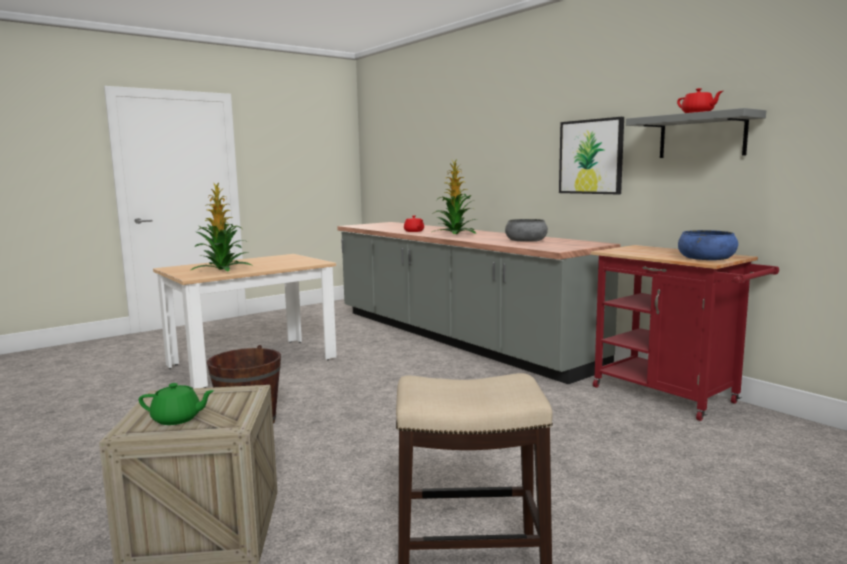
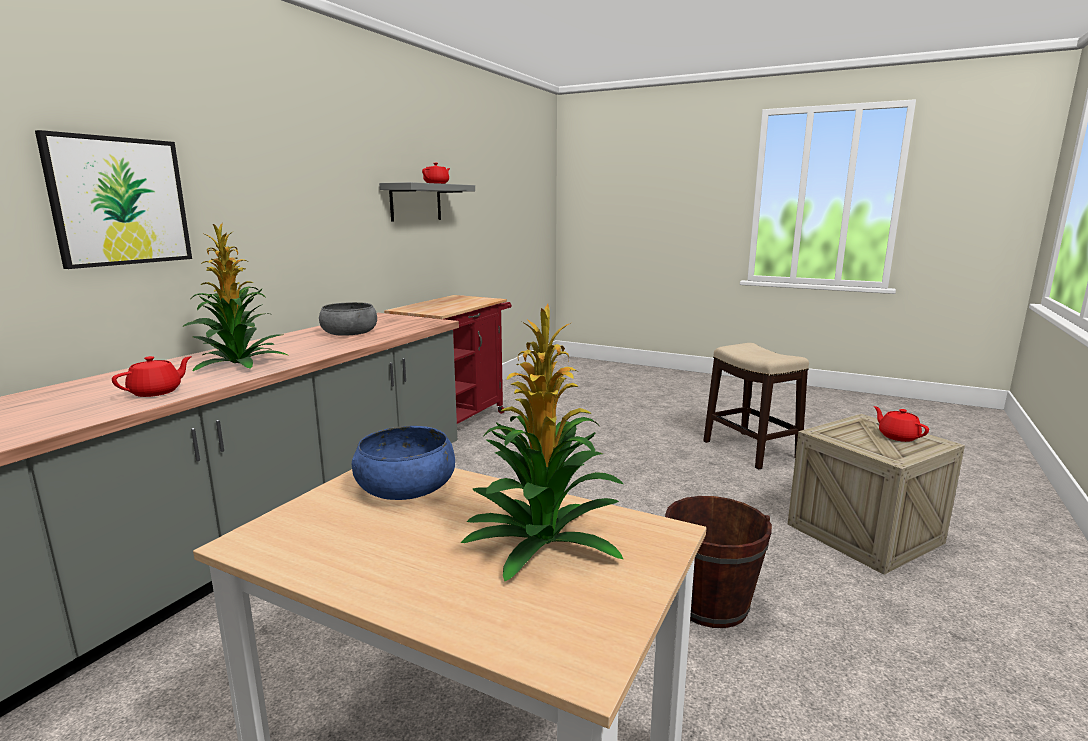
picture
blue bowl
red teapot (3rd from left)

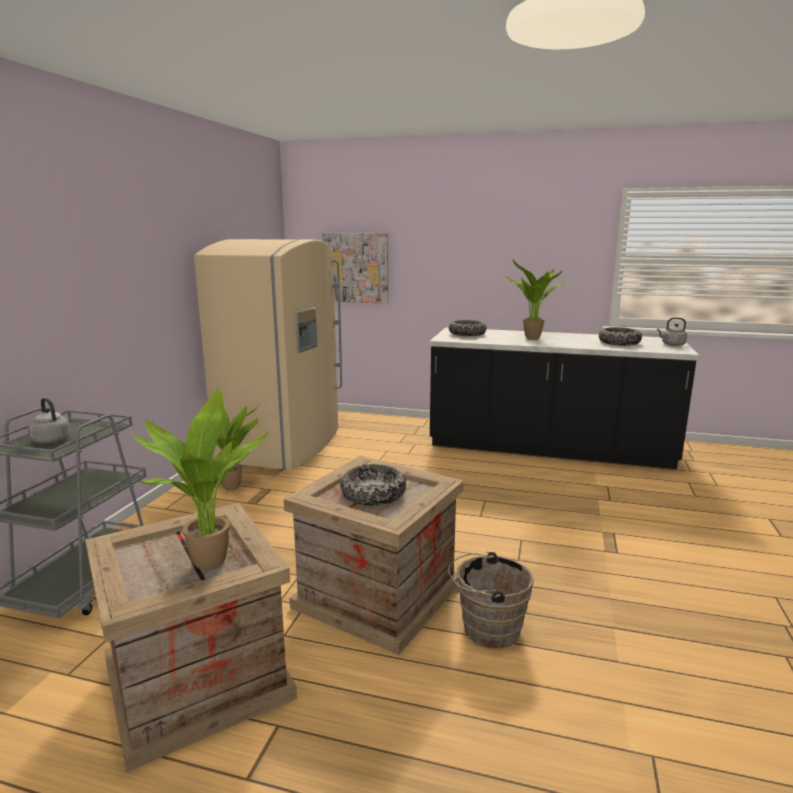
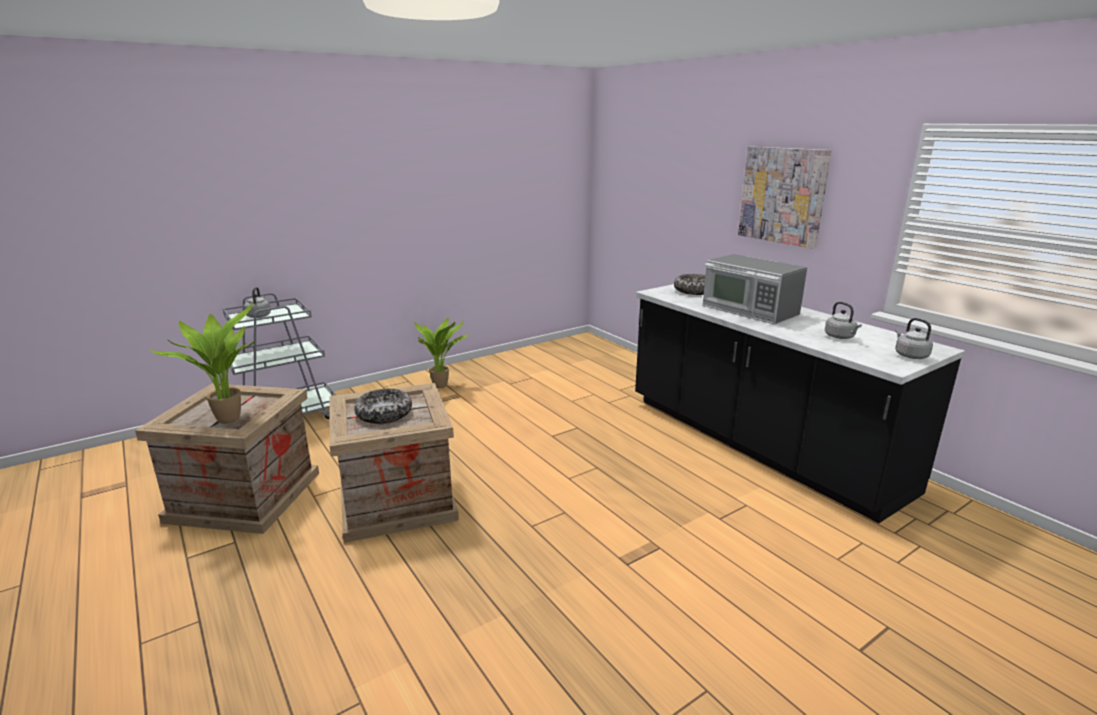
microwave
picture
grey kettle (2nd from left)
beige fridge
brown bucket

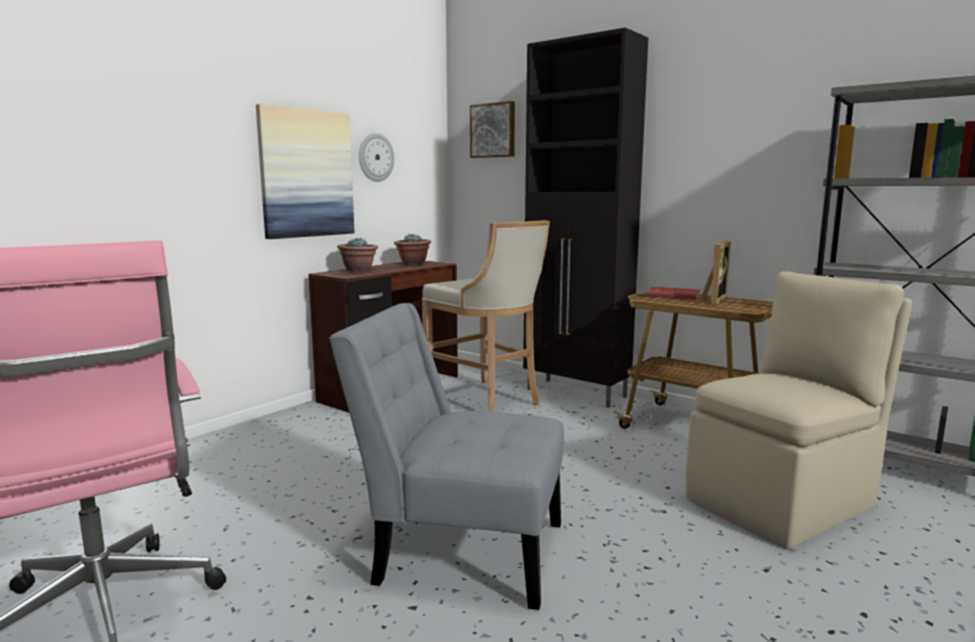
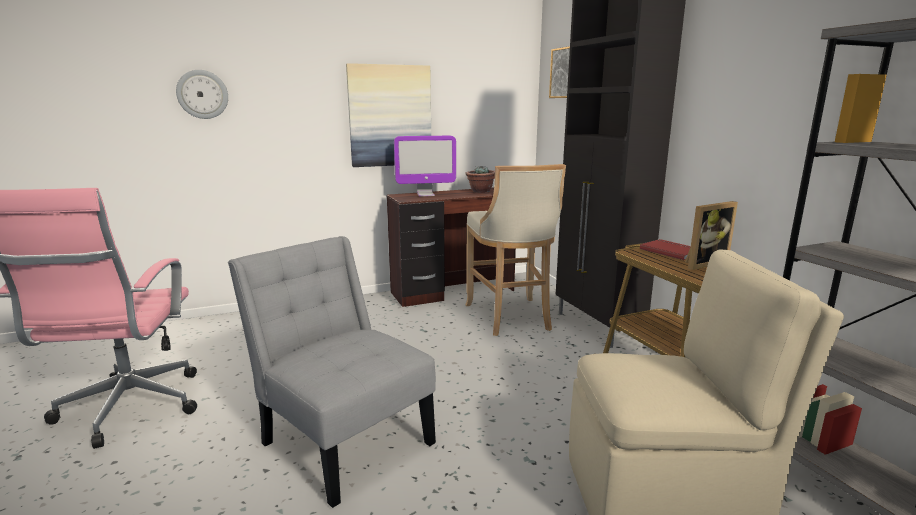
wall clock
monitor

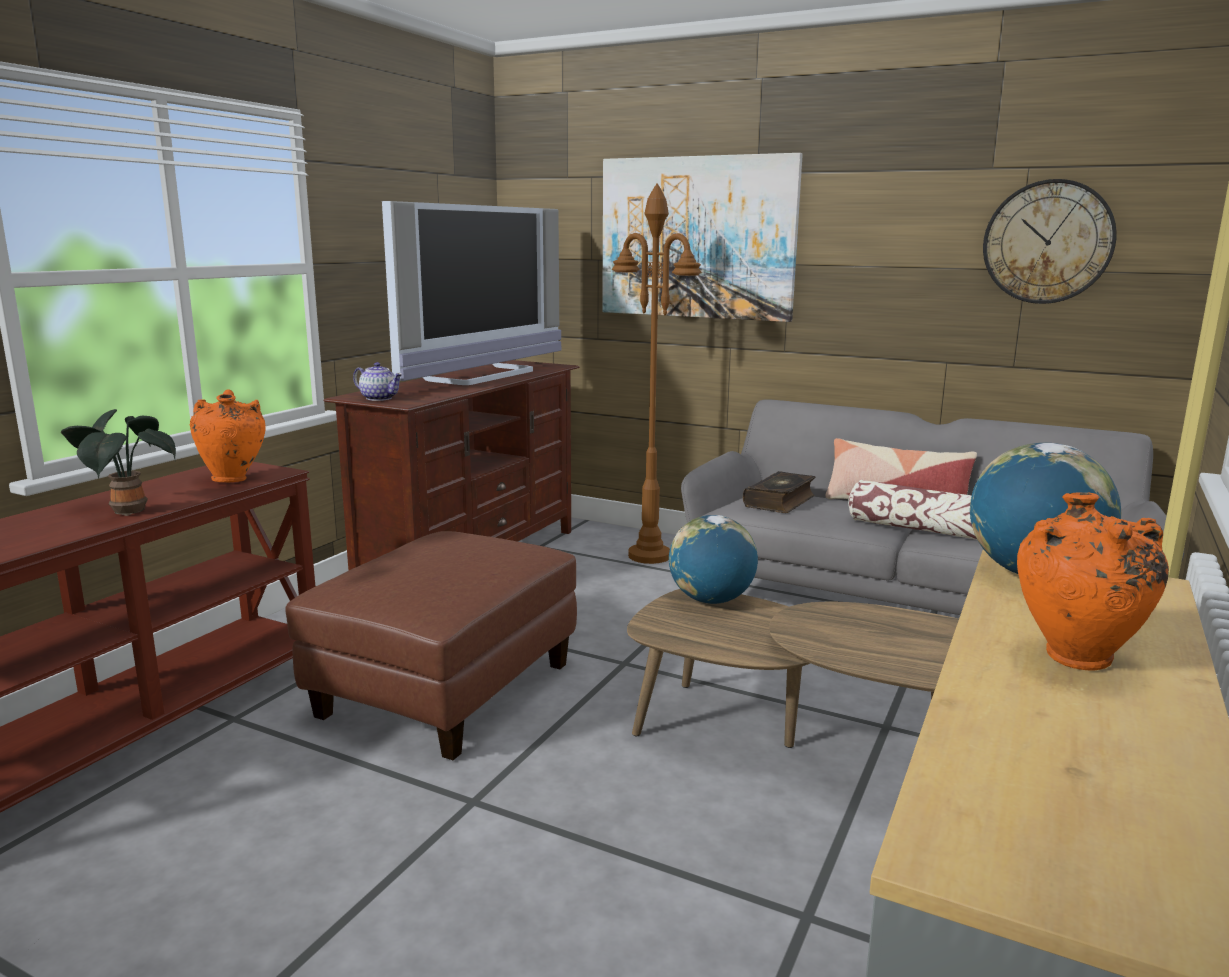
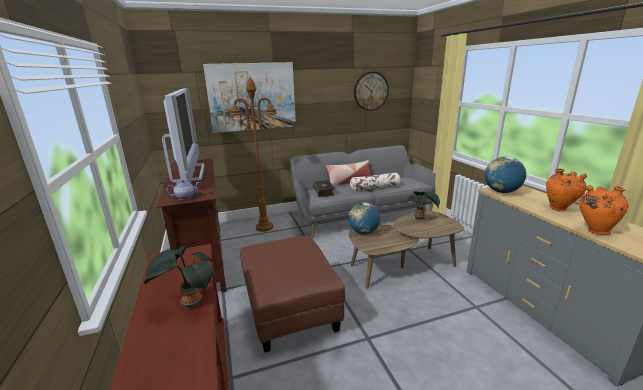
potted plant (2nd from left)
orange vase (2nd from left)

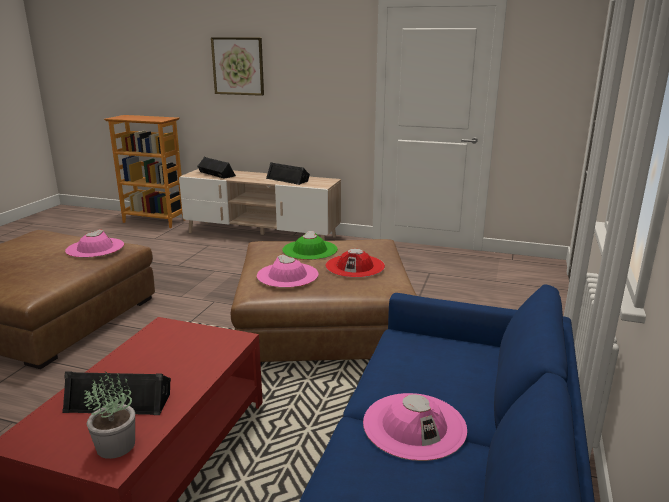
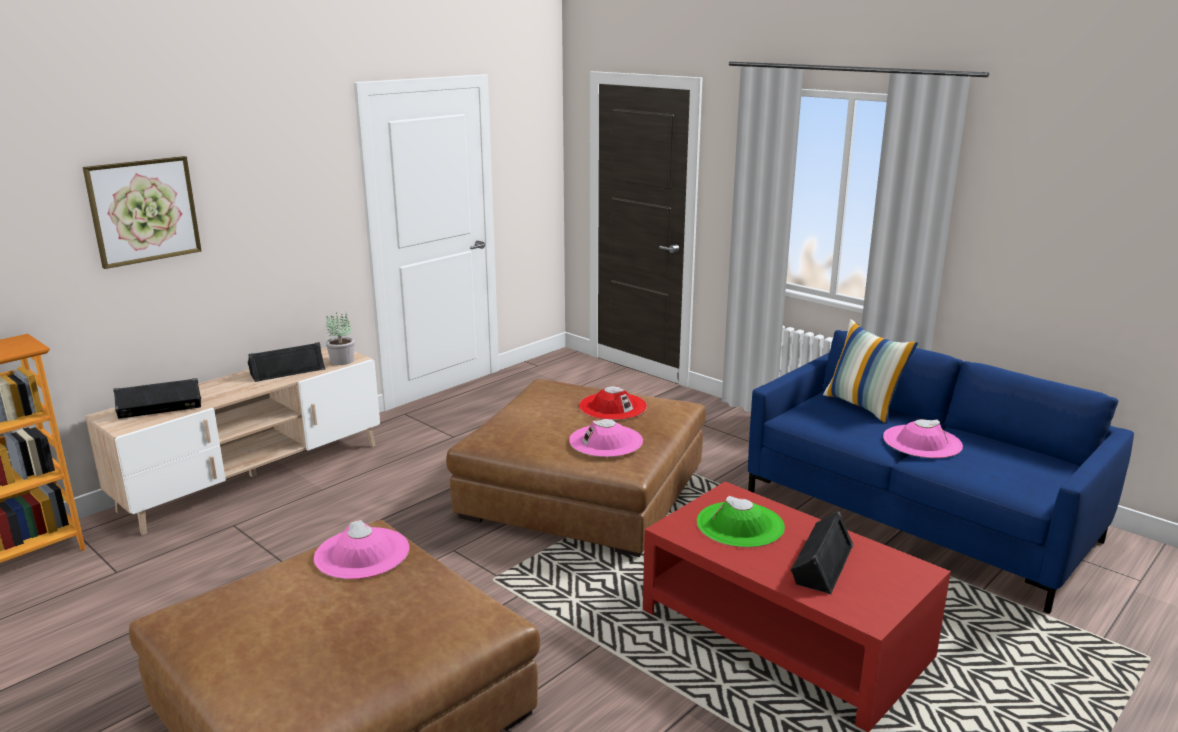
potted plant
green hat
pillow

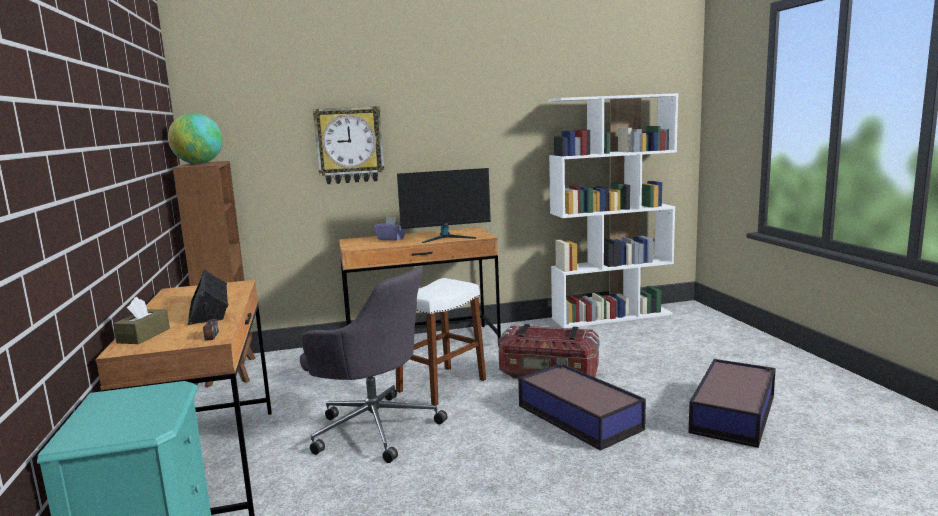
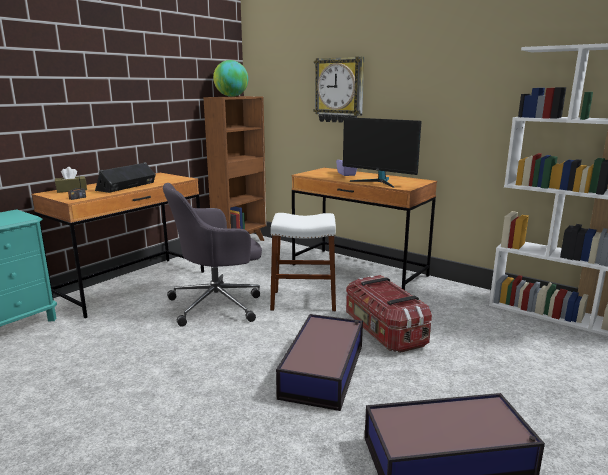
grey office chair

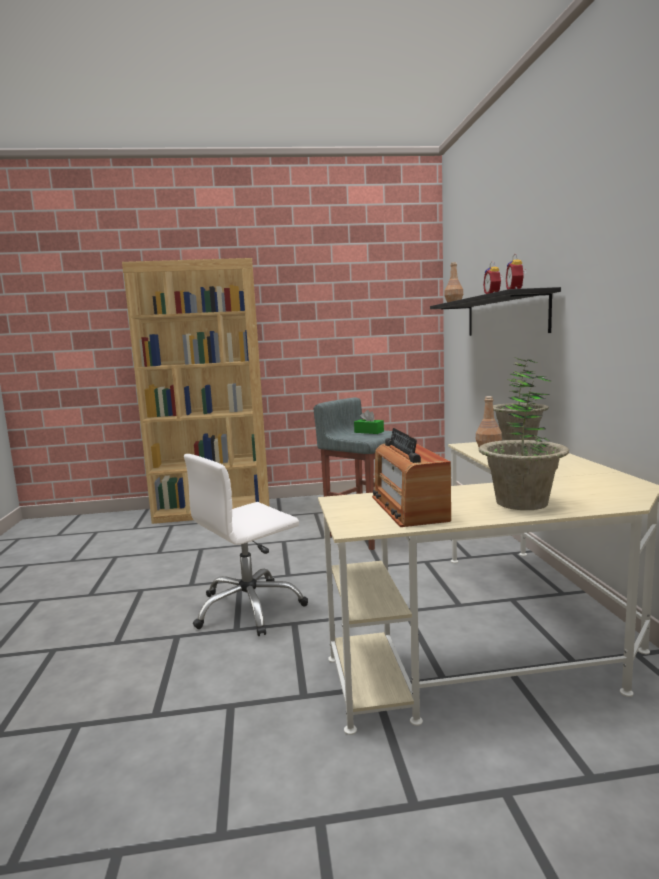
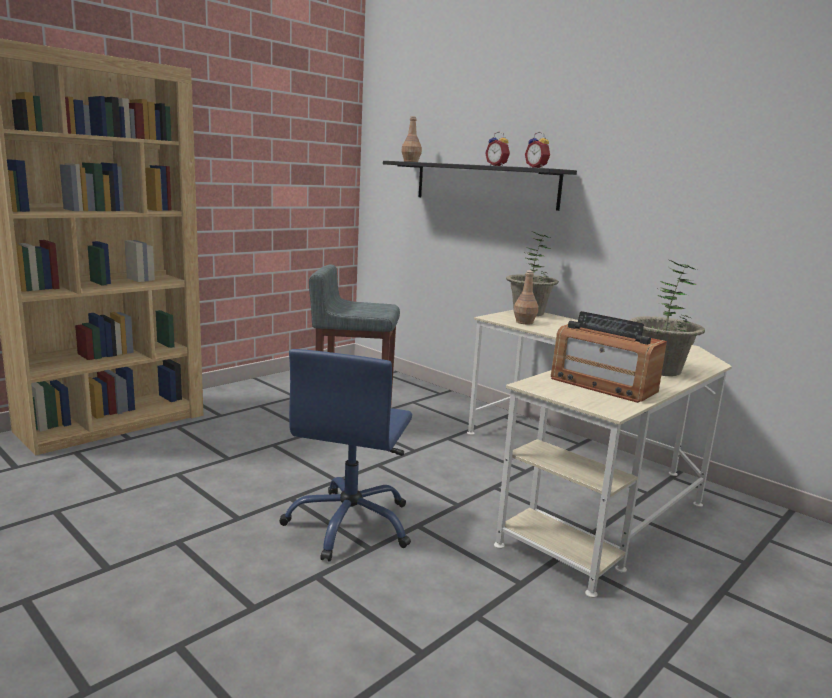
blue office chair
green tissue box

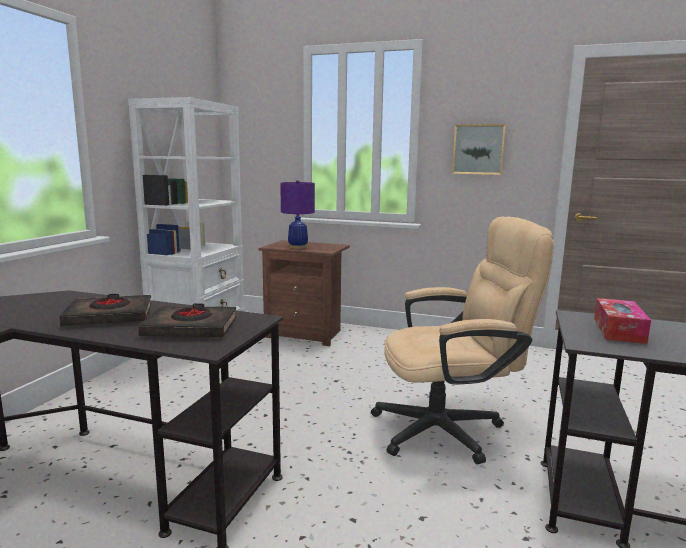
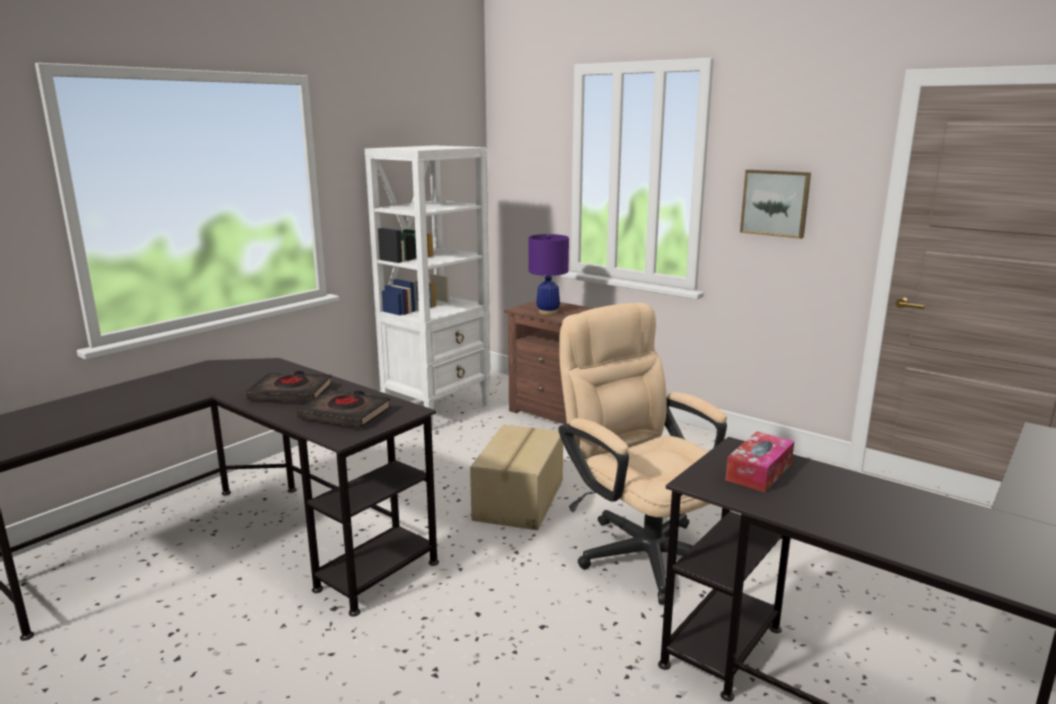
cardboard box
beige office chair

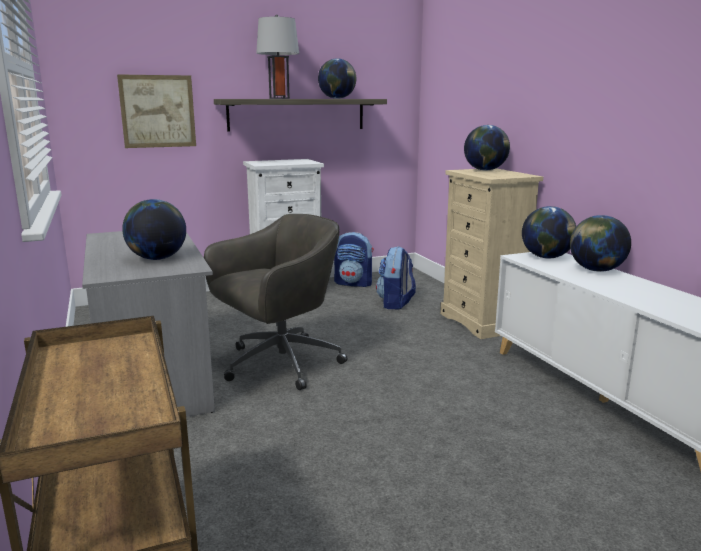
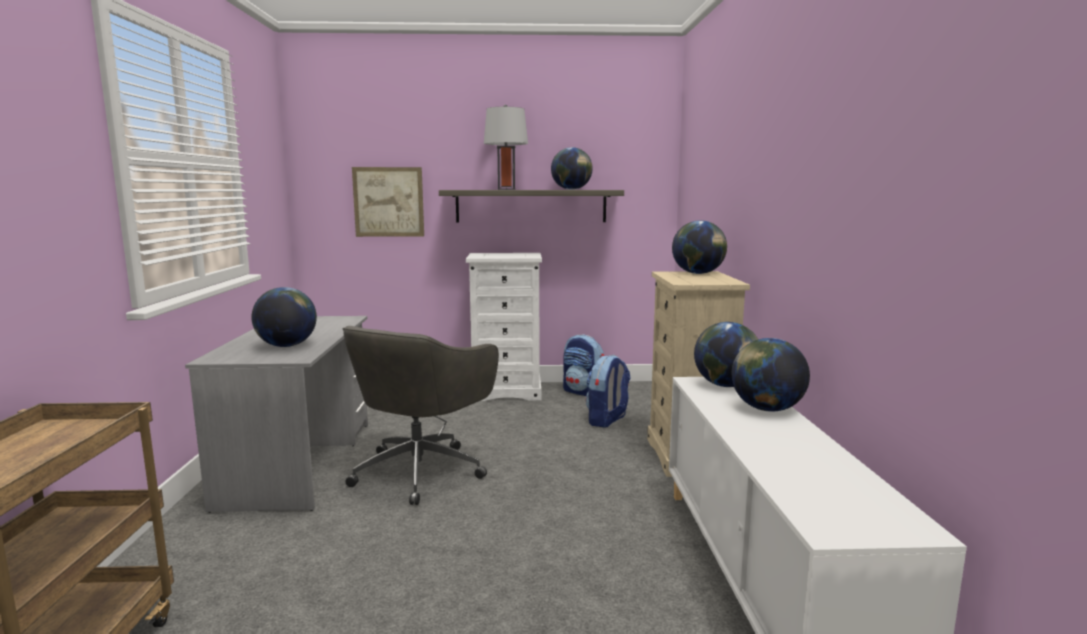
grey office chair

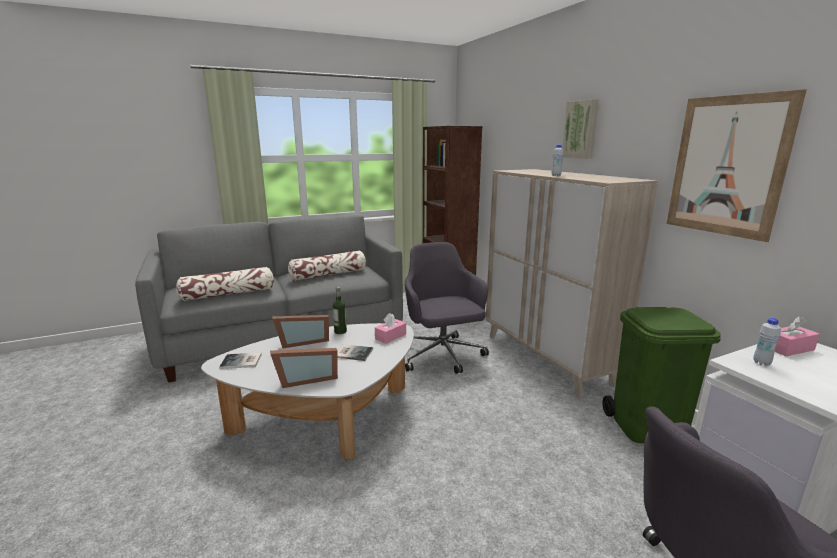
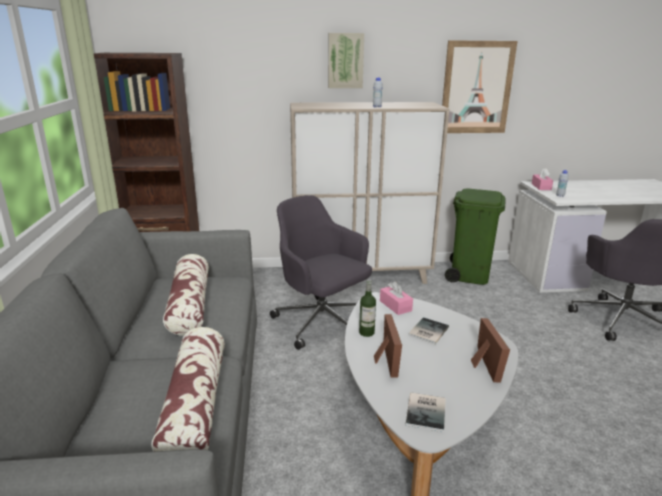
grey office chair (1st from left)

